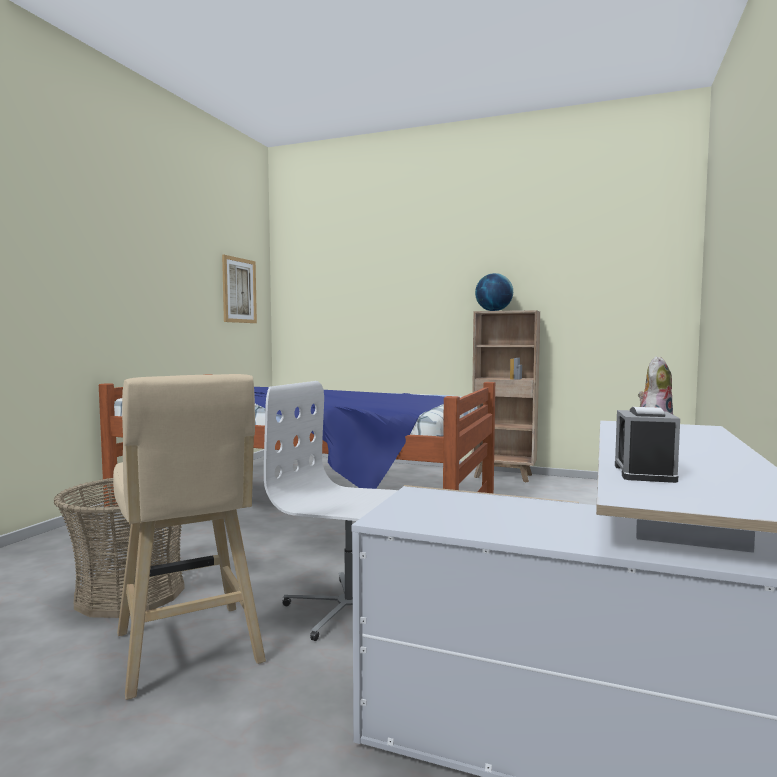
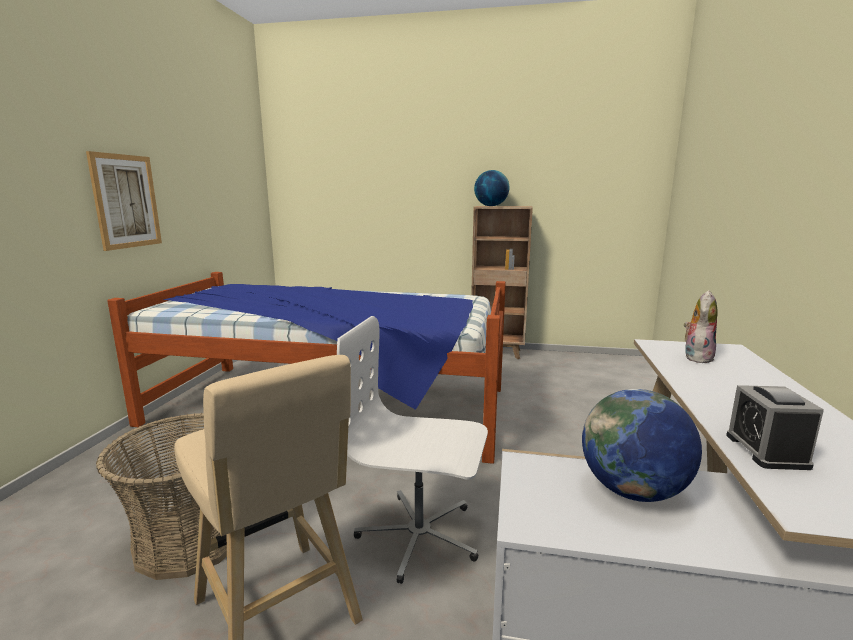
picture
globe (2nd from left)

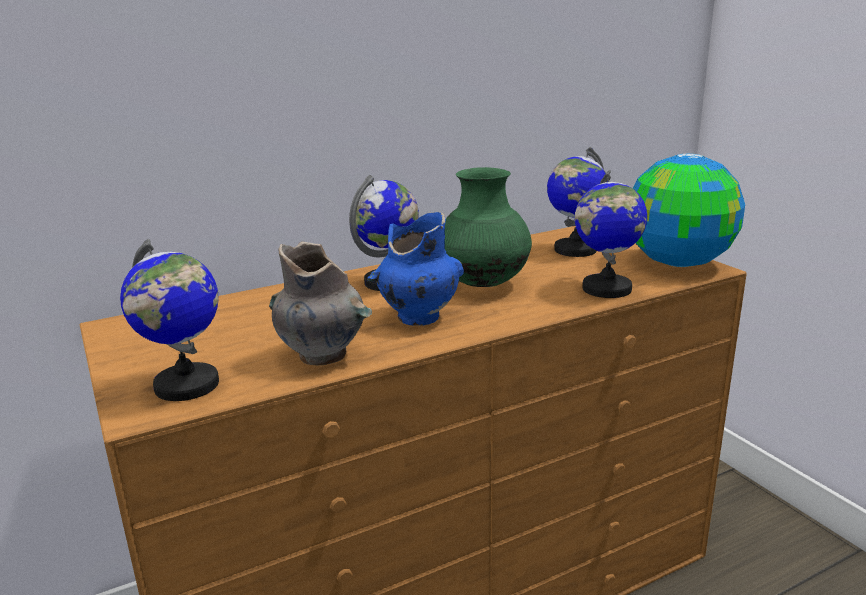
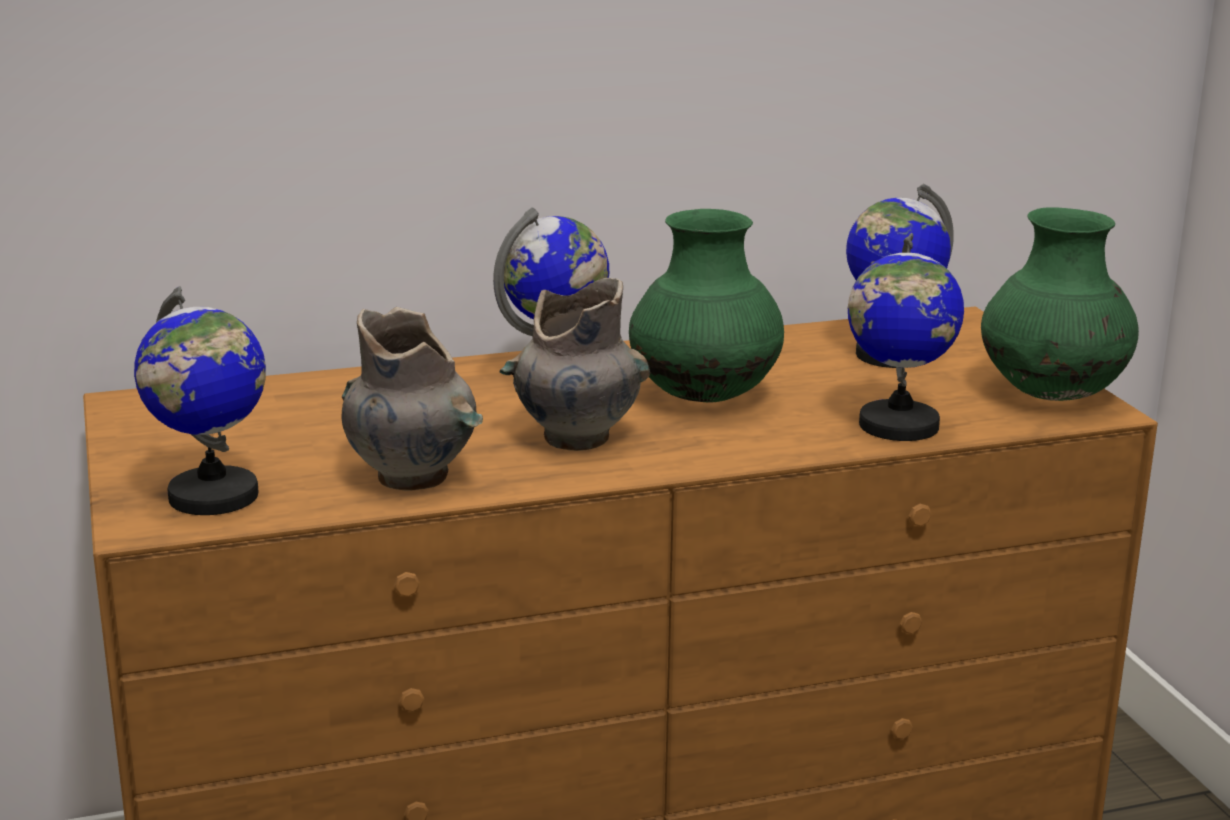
grey vase (2nd from left)
green vase (2nd from left)

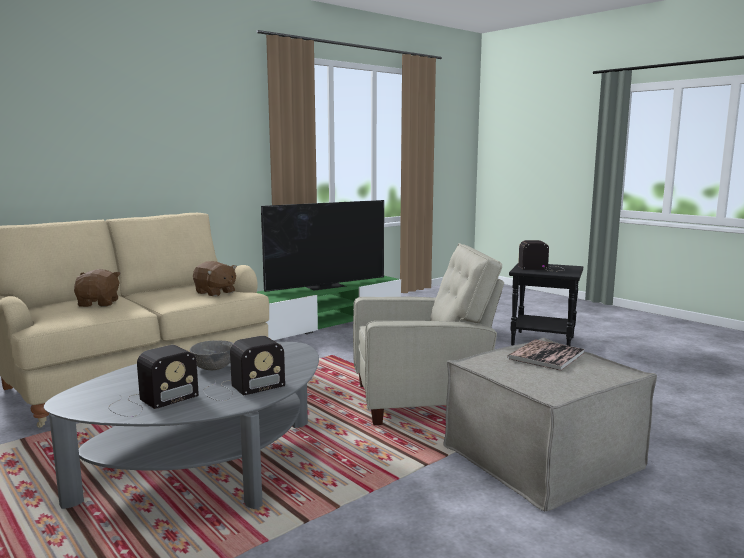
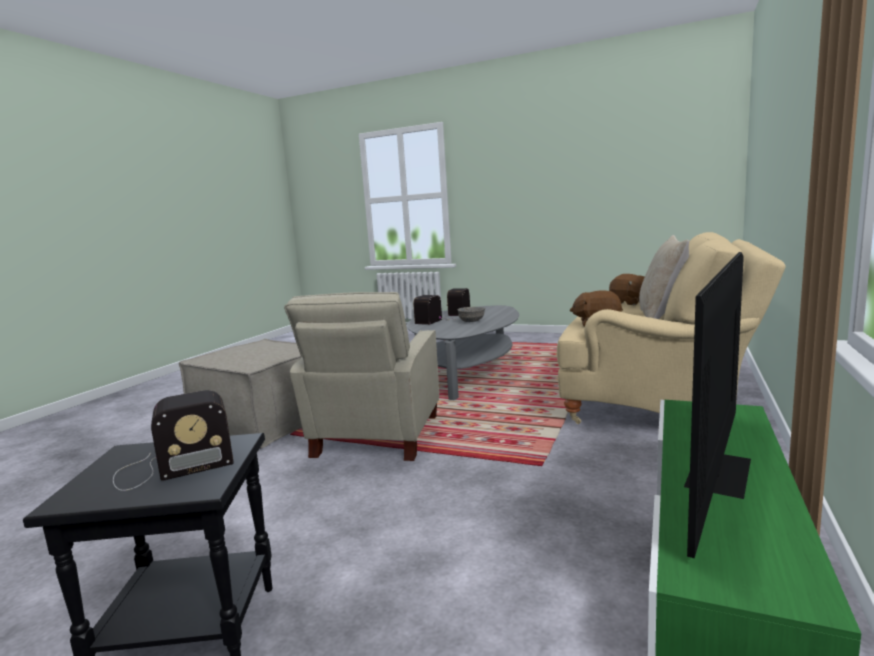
beige armchair
beige pillow
book

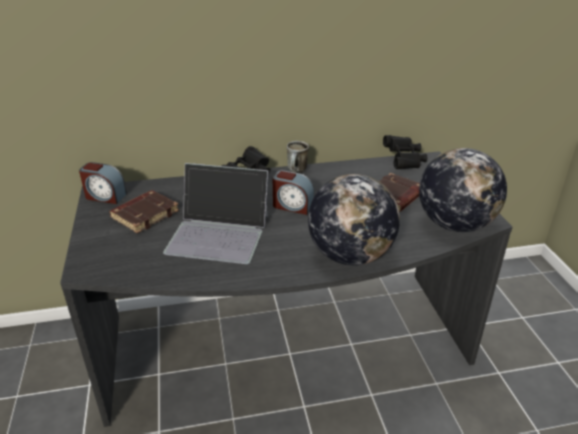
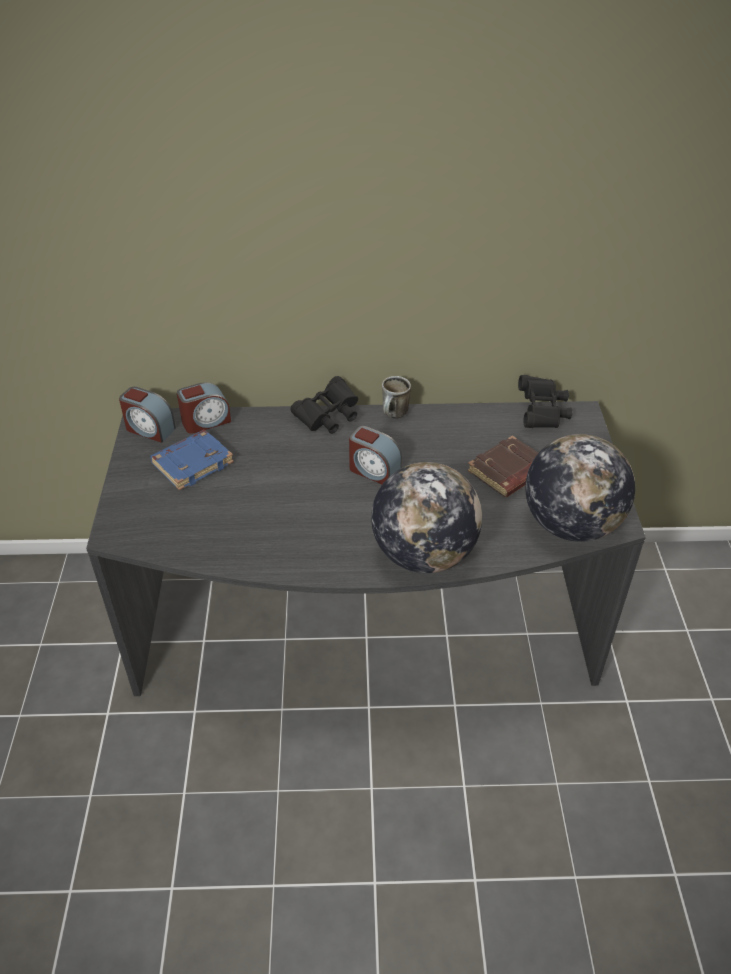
blue book
alarm clock (2nd from left)
laptop

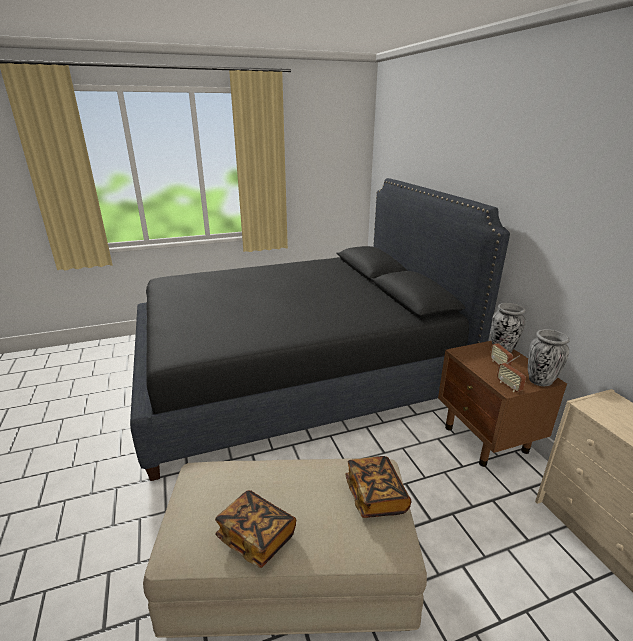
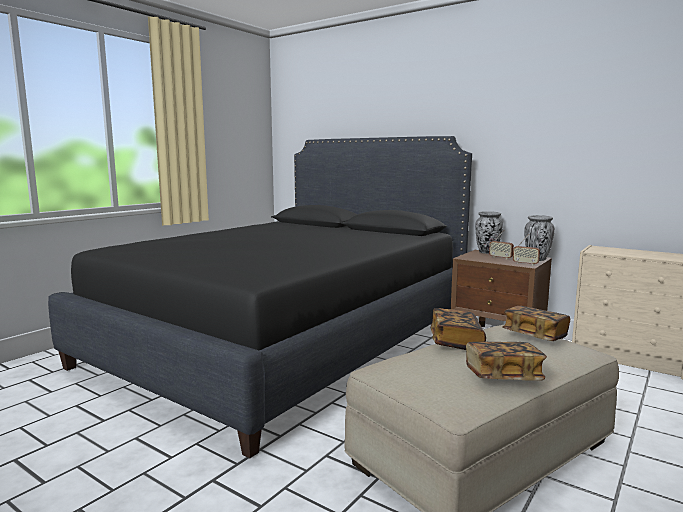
book (1st from left)

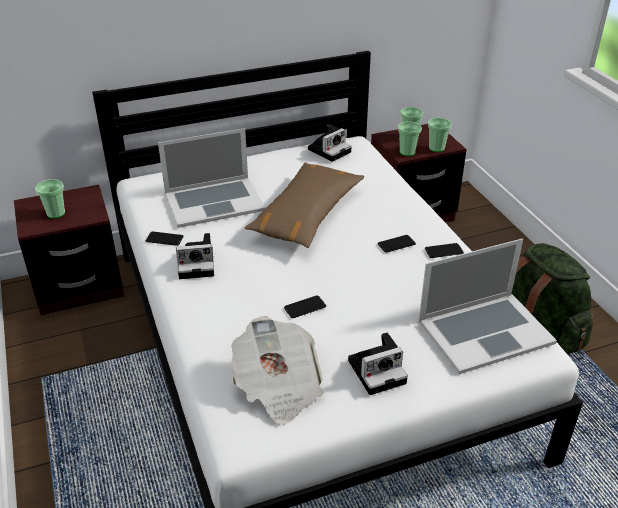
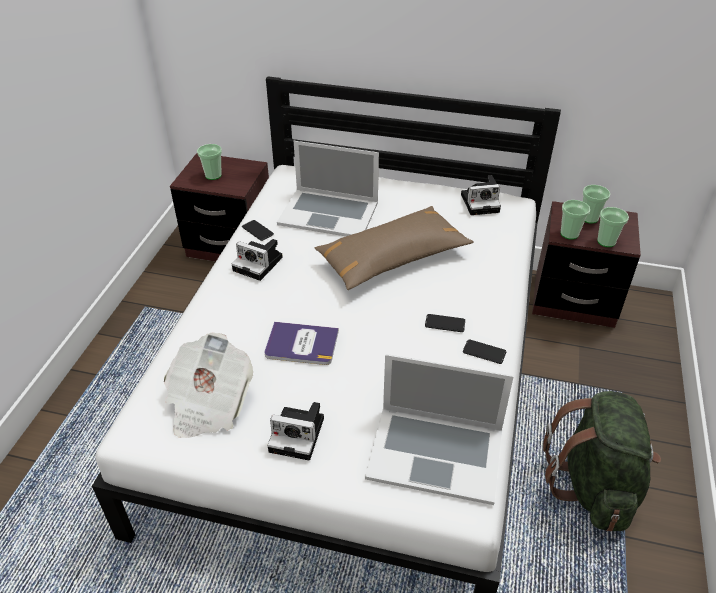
book

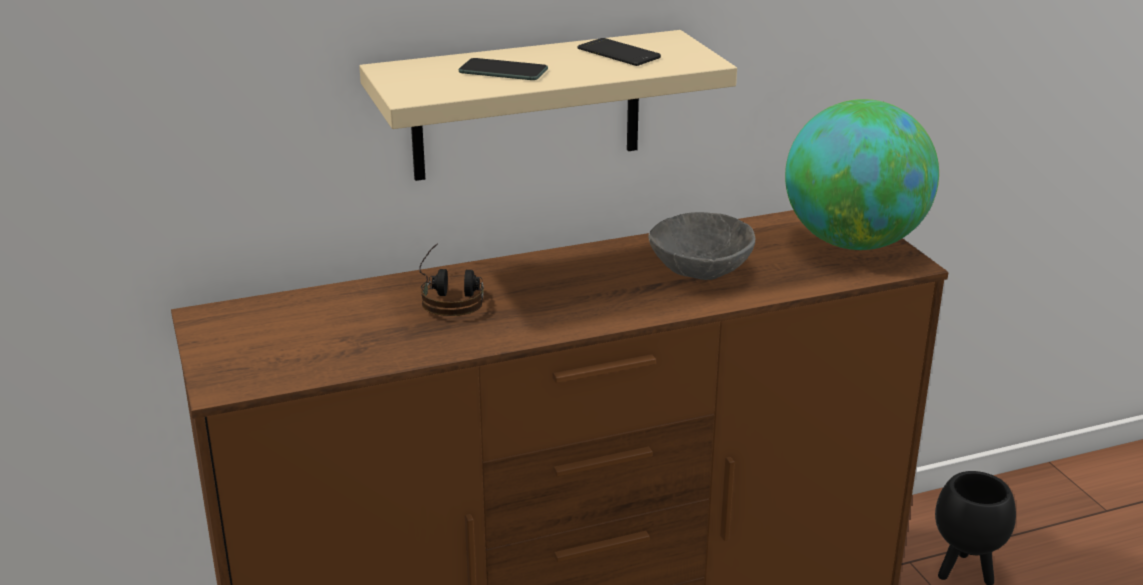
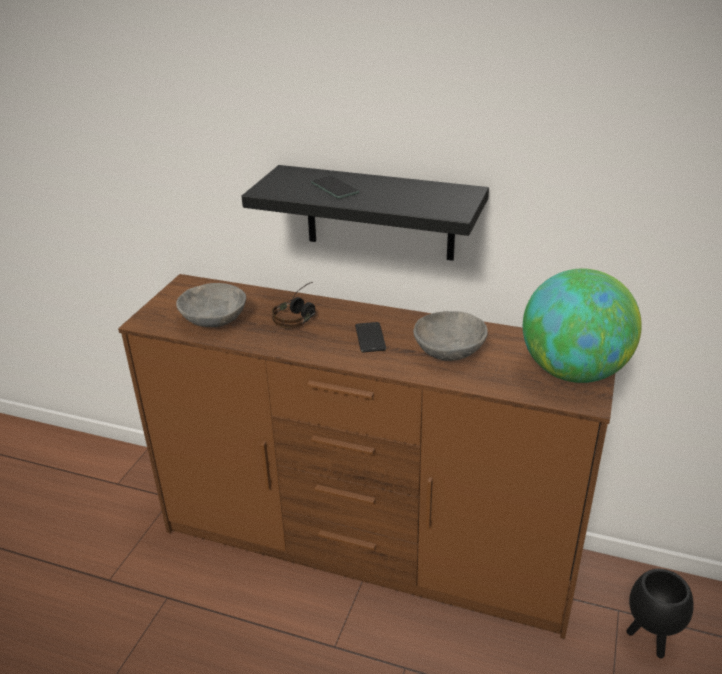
grey bowl (1st from left)
black shelf
phone (2nd from left)

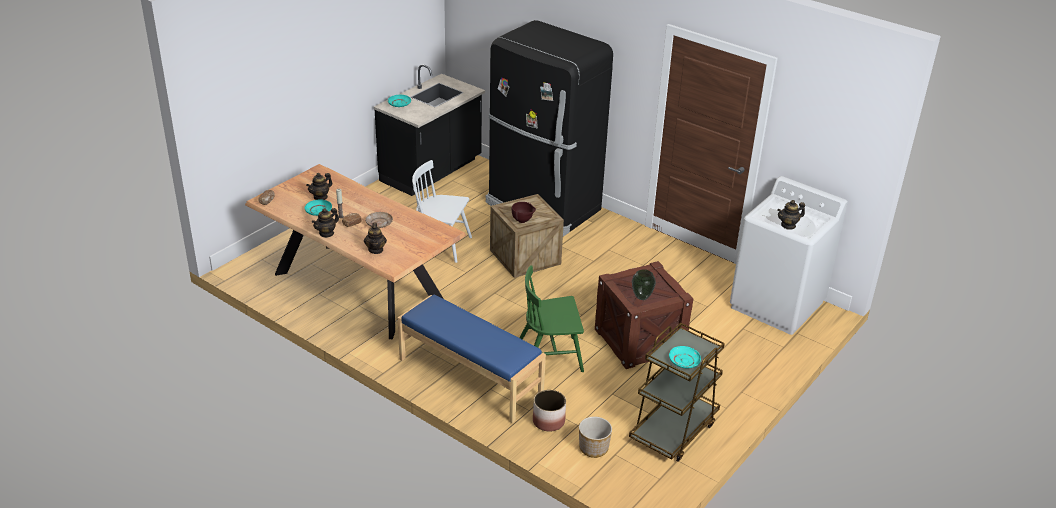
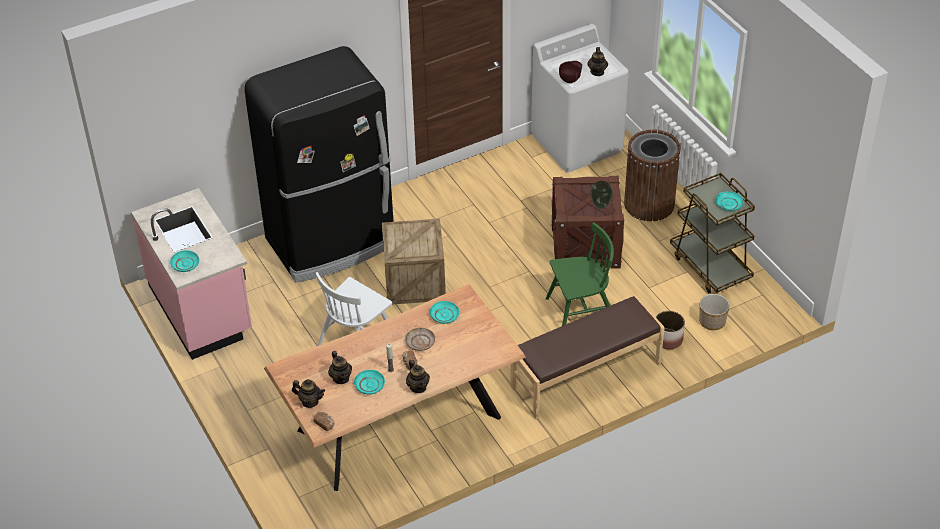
pink counter
teapot (1st from left)
turquoise plate (3rd from left)
brown bench
green chair
brown bowl
brown trash can

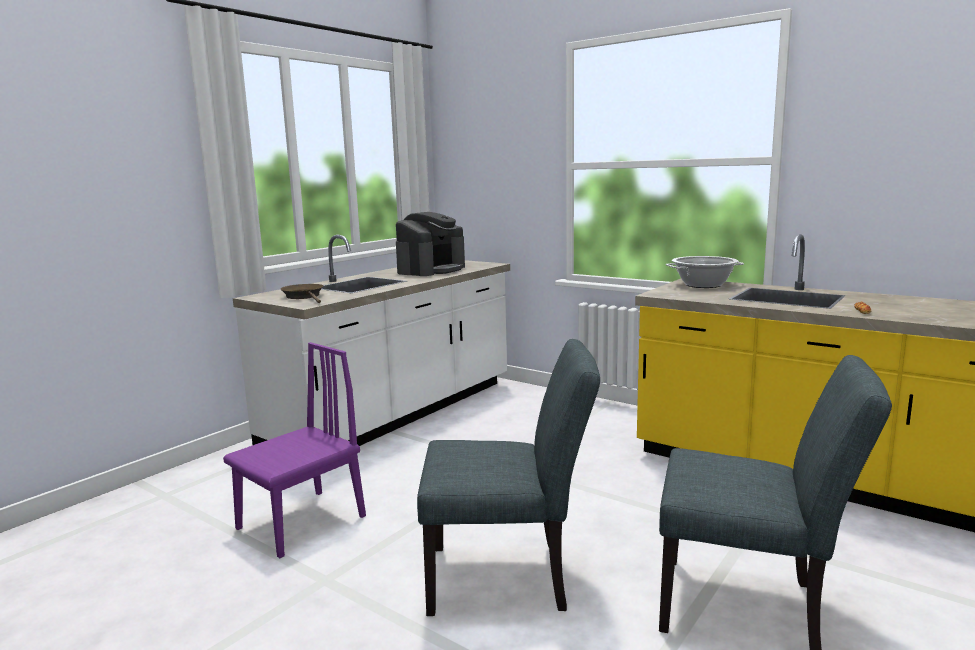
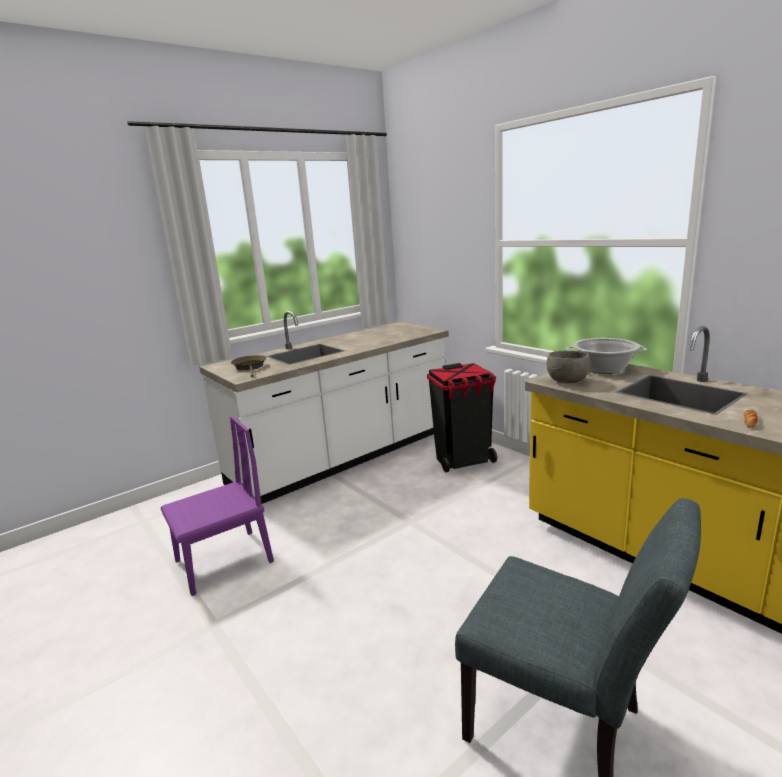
black trash can
grey bowl
coffee machine
grey chair (1st from left in the first image)

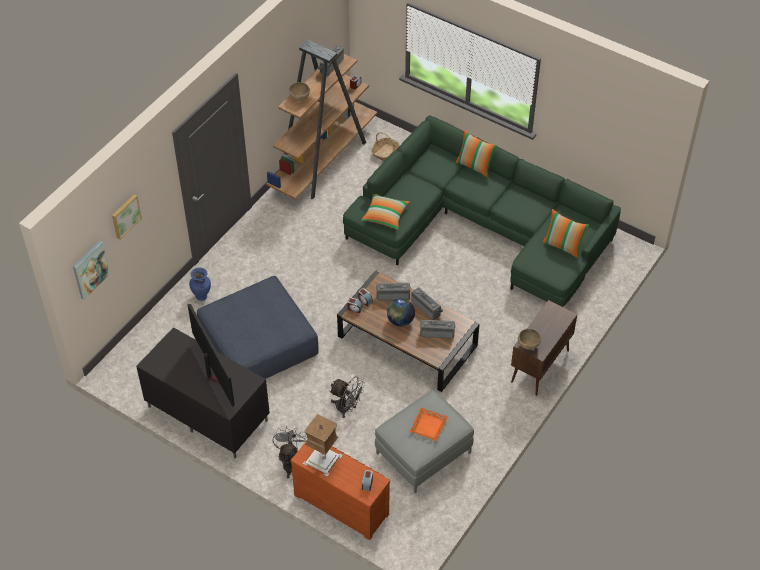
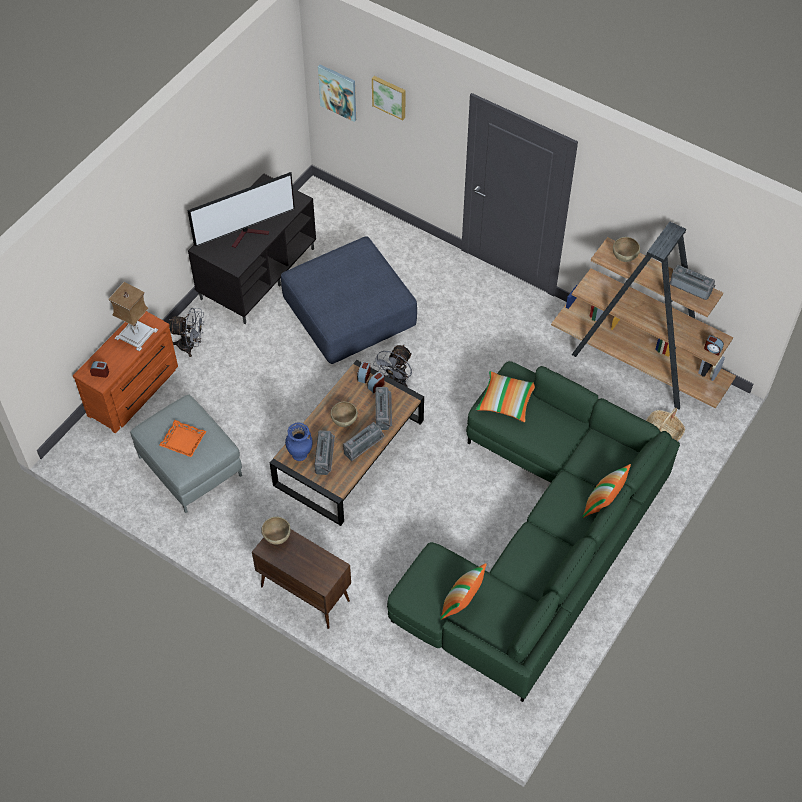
blue vase
brown bowl (2nd from left)
grey fan (2nd from left)

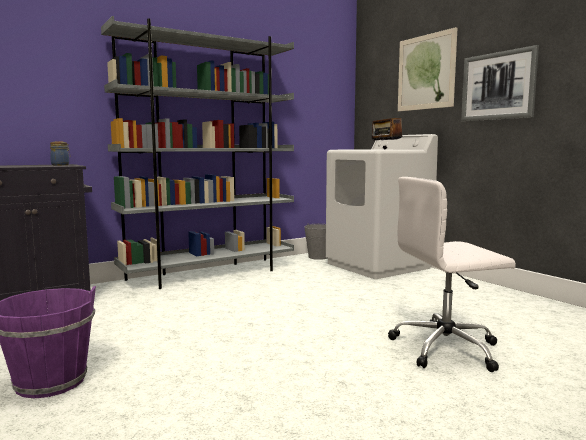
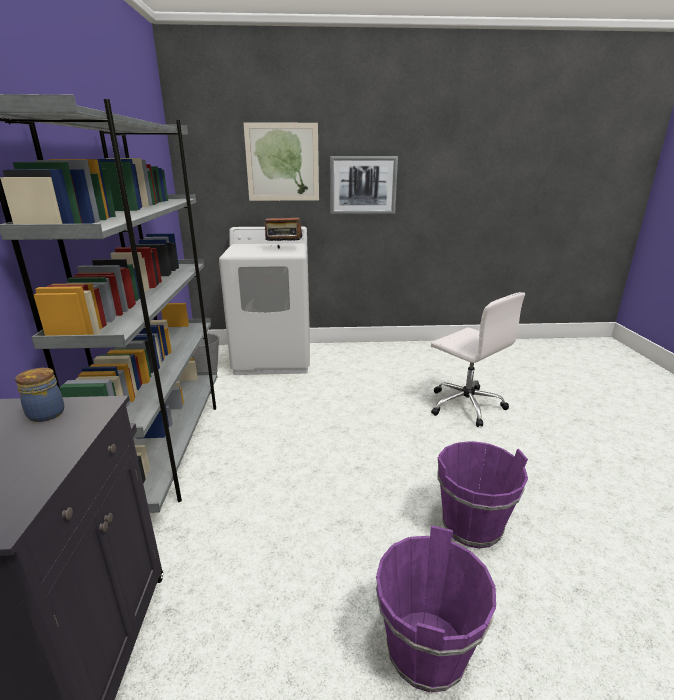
white office chair
purple bucket (2nd from left)

